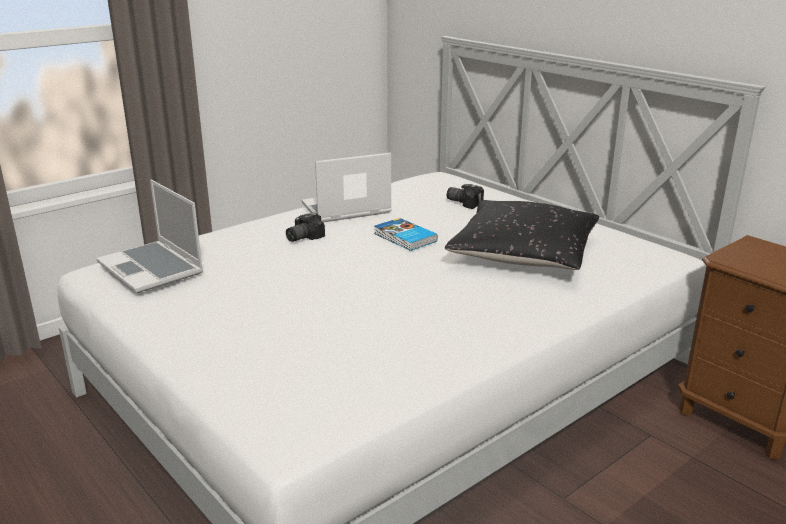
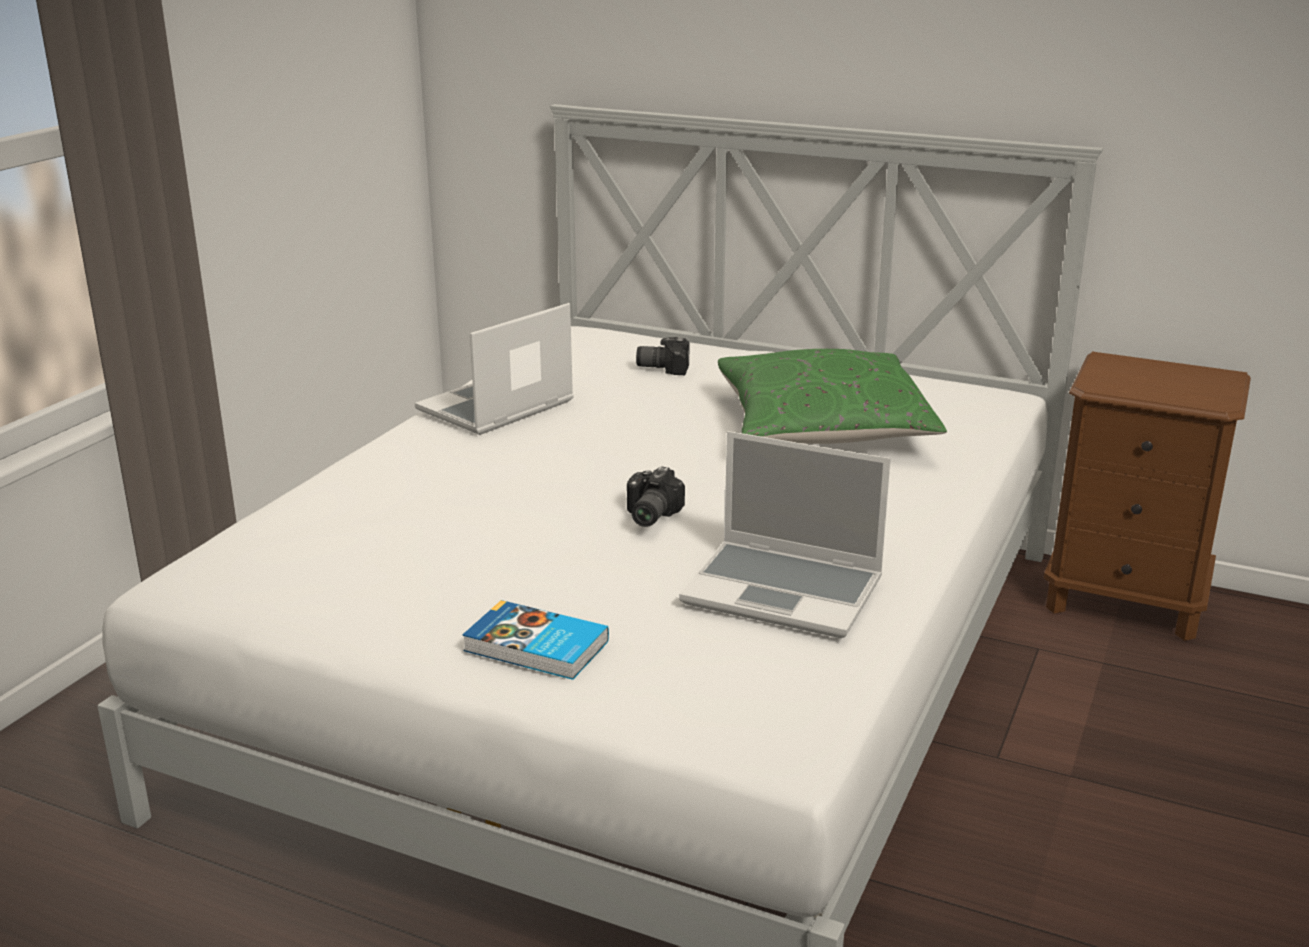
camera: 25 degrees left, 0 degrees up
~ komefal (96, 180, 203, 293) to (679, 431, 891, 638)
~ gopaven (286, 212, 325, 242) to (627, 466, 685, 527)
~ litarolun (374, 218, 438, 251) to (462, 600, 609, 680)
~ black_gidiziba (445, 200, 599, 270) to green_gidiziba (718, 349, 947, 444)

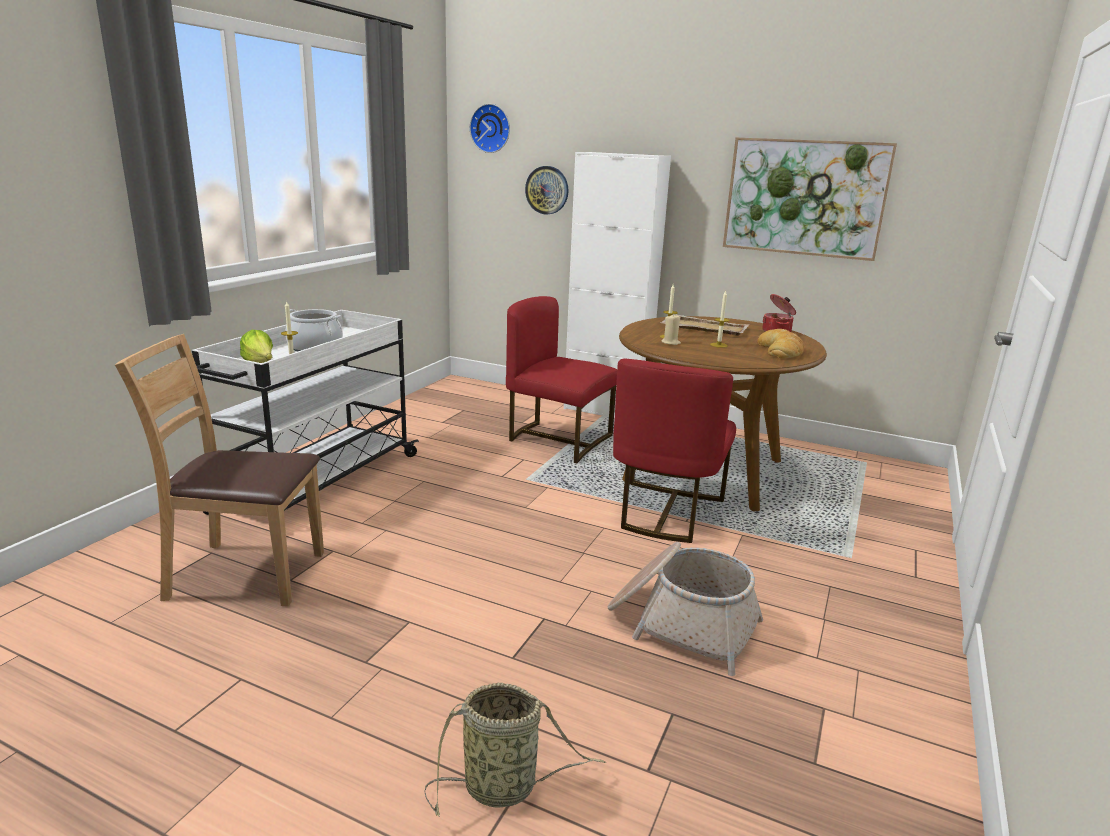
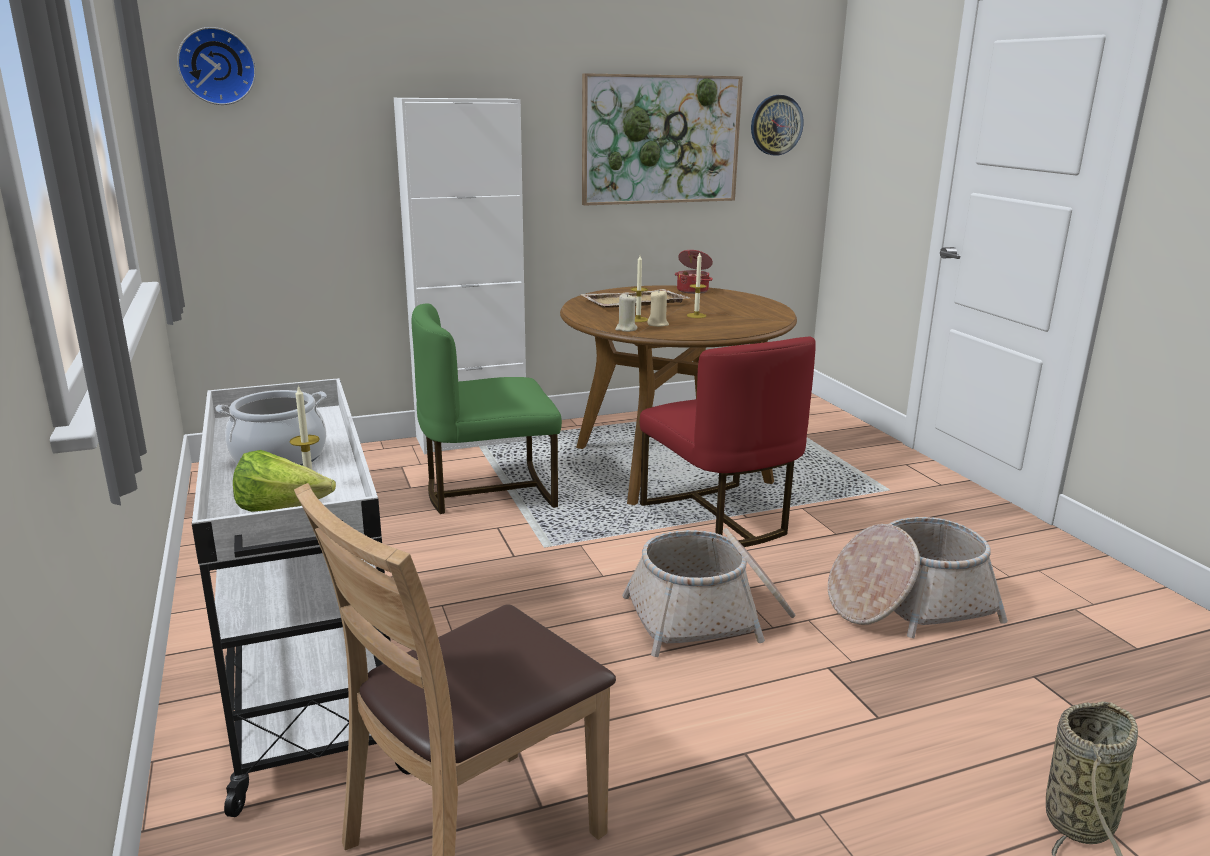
camera: 45 degrees left, 0 degrees up
~ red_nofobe (506, 296, 617, 463) to green_nofobe (412, 303, 562, 514)
~ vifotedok (525, 166, 568, 215) to (751, 95, 803, 155)
- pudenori (757, 329, 804, 359)
+ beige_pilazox (615, 293, 638, 332)
+ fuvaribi (622, 528, 795, 657)

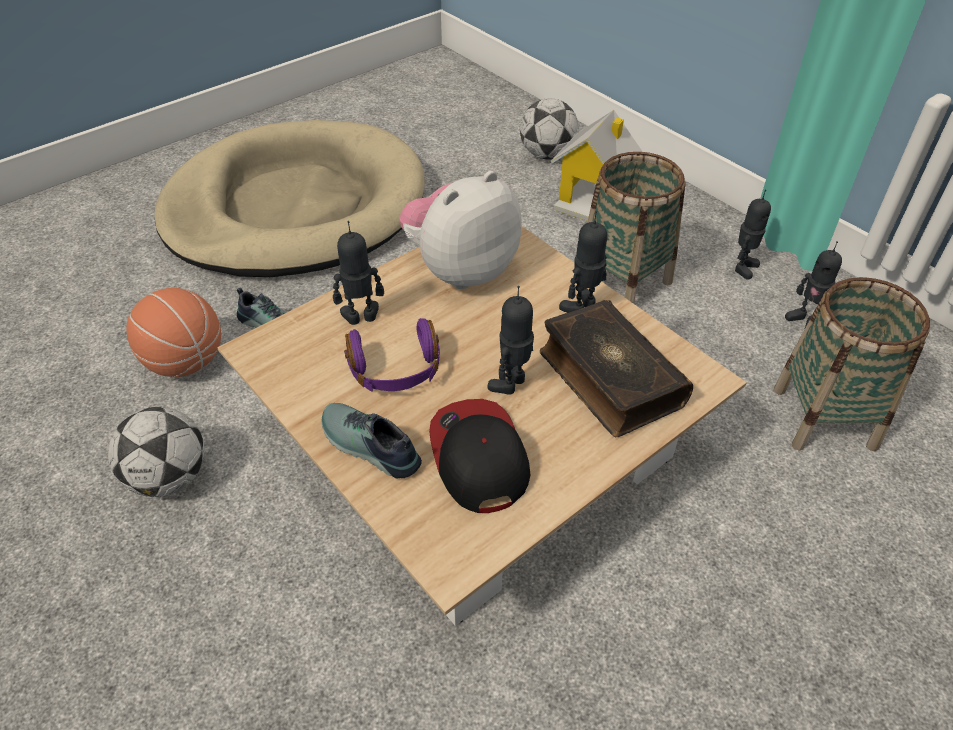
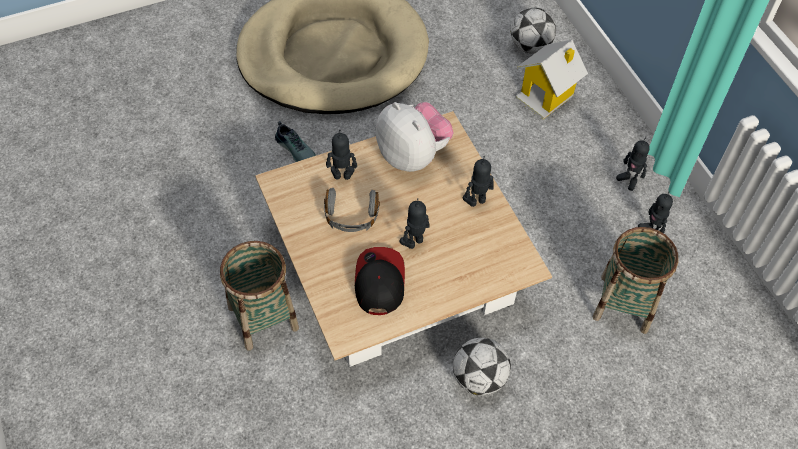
camera: 15 degrees right, 10 degrees up
~ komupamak (108, 407, 205, 497) to (453, 338, 511, 396)
- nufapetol (127, 288, 221, 377)
- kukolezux (322, 403, 422, 479)
~ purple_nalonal (344, 318, 440, 392) to grey_nalonal (324, 188, 380, 232)
~ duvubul (399, 171, 522, 289) = (376, 102, 454, 172) 75 degrees clockwise
- litarolun (540, 300, 693, 437)
~ fuvaribi (587, 152, 686, 304) to (220, 241, 299, 350)
~ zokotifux (735, 189, 771, 280) = (616, 138, 650, 191) 90 degrees clockwise

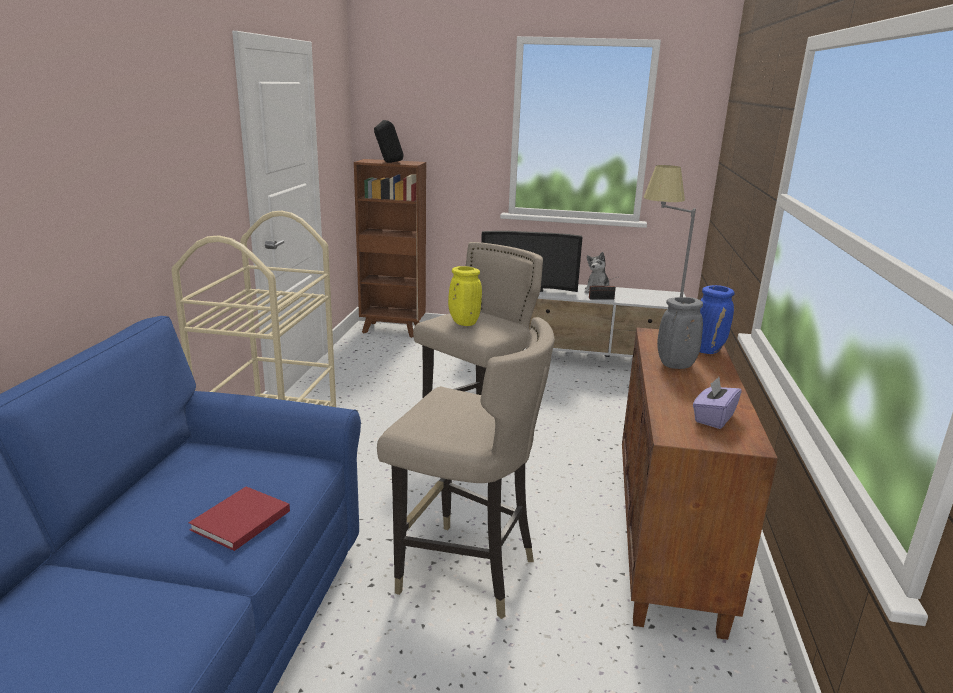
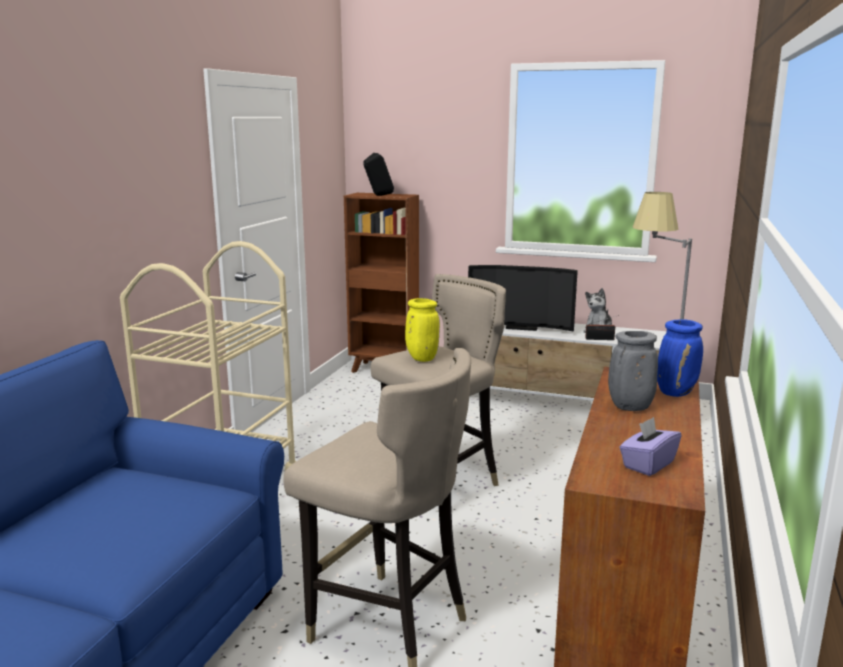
camera: 10 degrees right, 5 degrees down
- red_litarolun (188, 486, 290, 551)

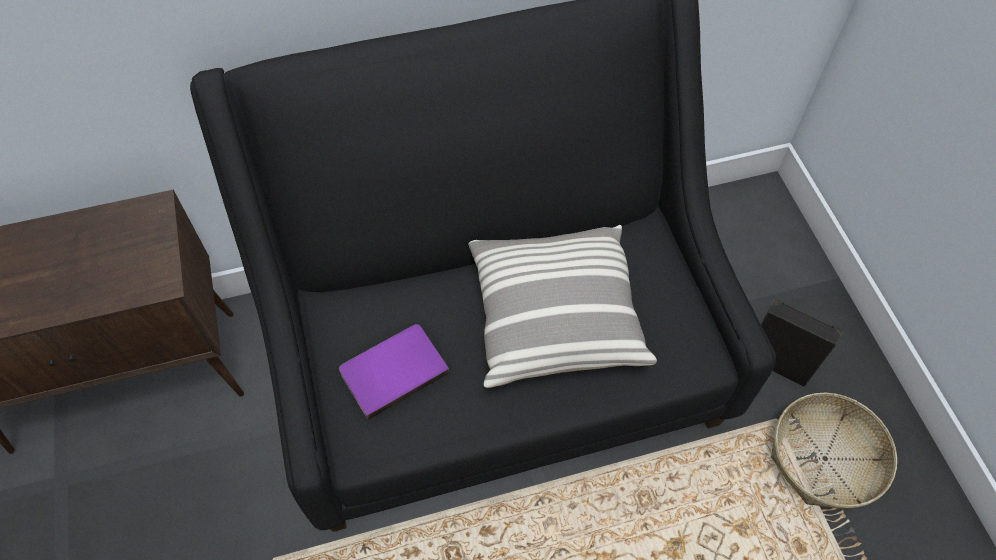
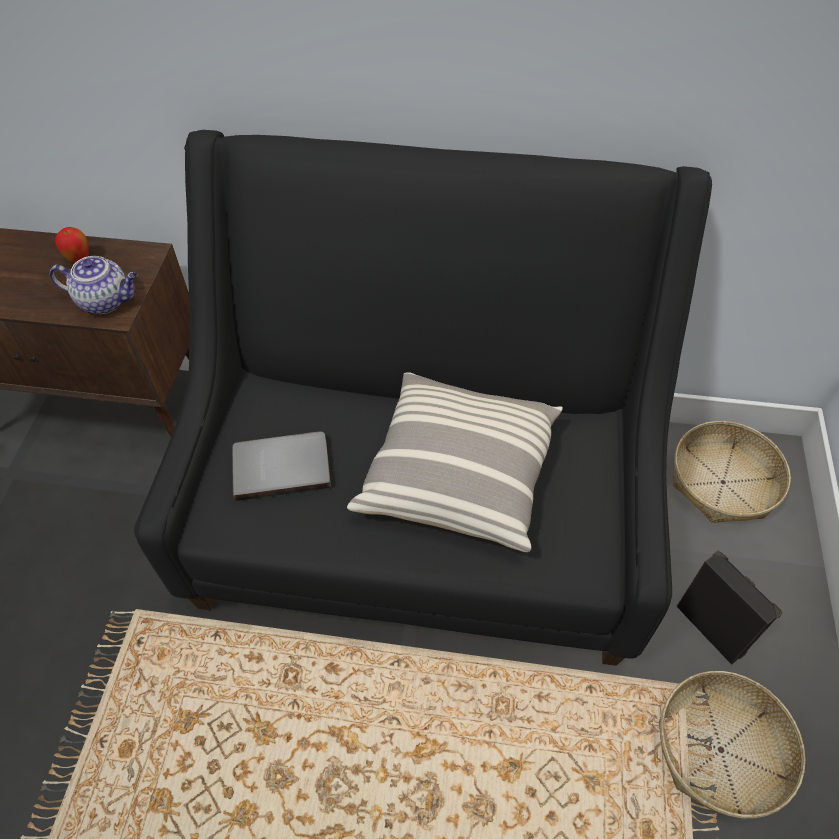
camera: 25 degrees right, 5 degrees down
~ purple_litarolun (339, 324, 450, 420) to grey_litarolun (232, 432, 331, 501)
+ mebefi (49, 256, 137, 314)
+ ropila (55, 227, 89, 263)
+ fuvaribi (673, 421, 791, 523)

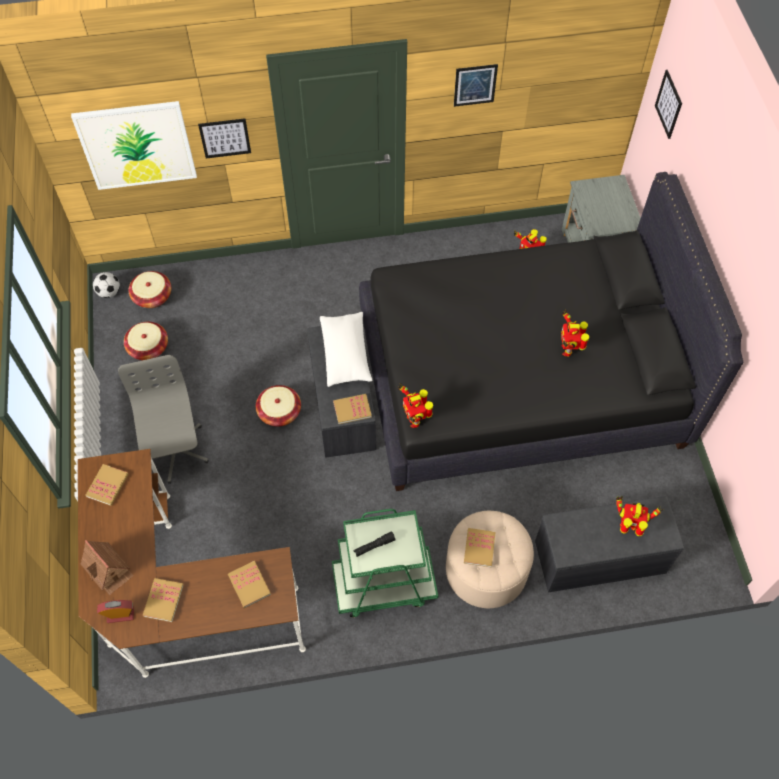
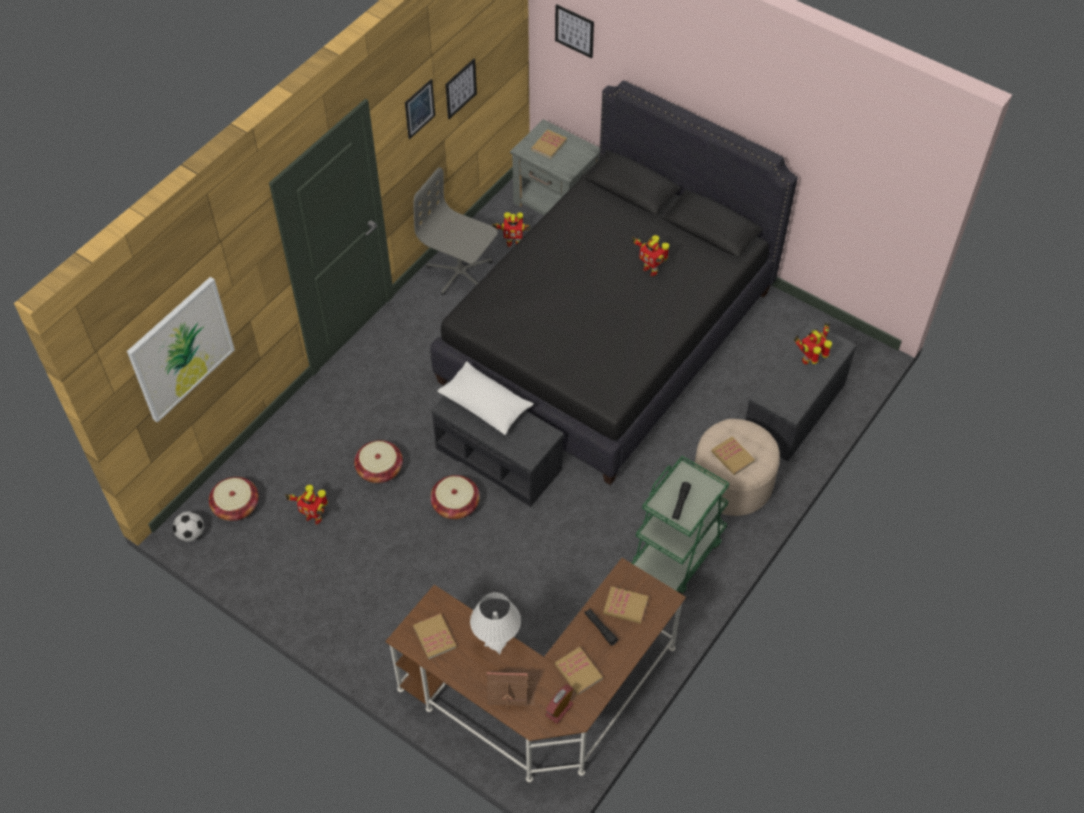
camera: 45 degrees left, 5 degrees down
~ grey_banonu (118, 354, 209, 484) to (413, 167, 498, 296)
~ fuvaribi (124, 322, 168, 360) to (354, 440, 403, 483)
~ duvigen (198, 118, 251, 159) to (445, 59, 477, 119)
~ litarolun (333, 394, 372, 424) to (531, 130, 567, 159)
~ zokotifux (398, 383, 433, 428) to (285, 485, 328, 525)
+ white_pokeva (470, 592, 521, 654)
+ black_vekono (584, 608, 619, 646)

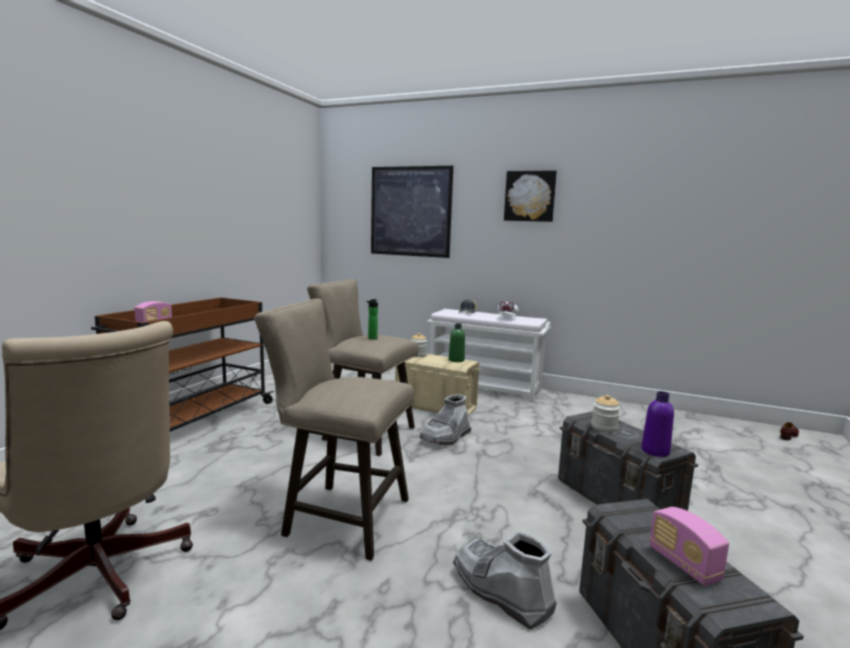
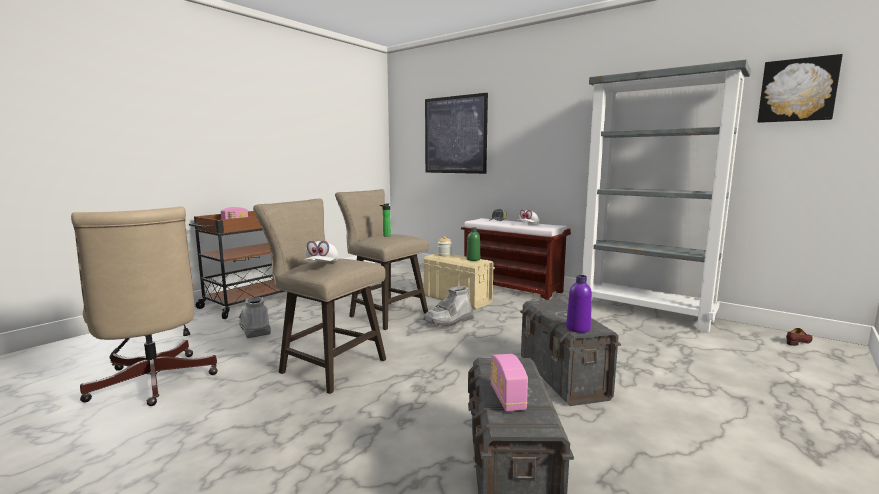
camera: 15 degrees right, 0 degrees up
~ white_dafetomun (427, 309, 551, 403) to brown_dafetomun (461, 218, 571, 300)
~ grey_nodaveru (453, 531, 557, 630) to (239, 297, 271, 338)
~ duvigen (504, 170, 557, 222) to (758, 54, 843, 123)
- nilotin (591, 395, 620, 432)
+ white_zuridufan (304, 241, 338, 262)
+ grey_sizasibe (582, 59, 751, 333)

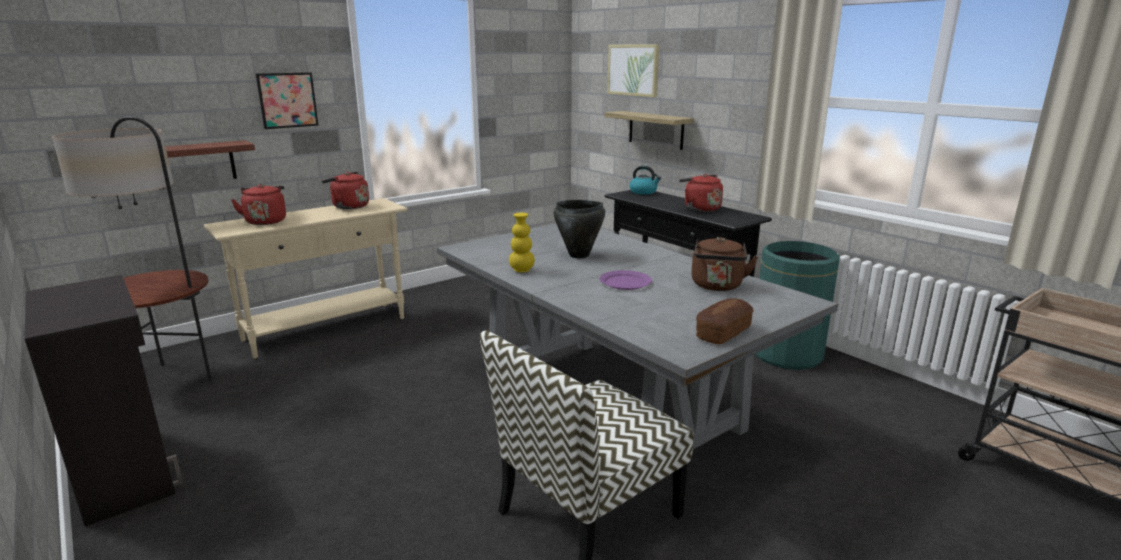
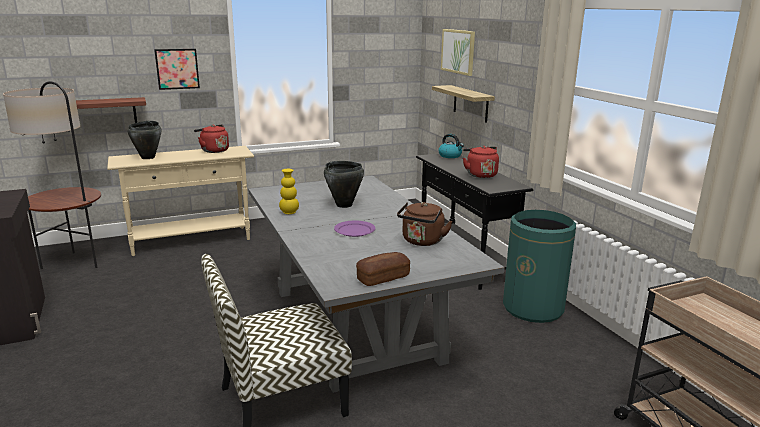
camera: 15 degrees right, 0 degrees up
~ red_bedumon (231, 184, 286, 225) to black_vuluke (128, 121, 161, 159)

